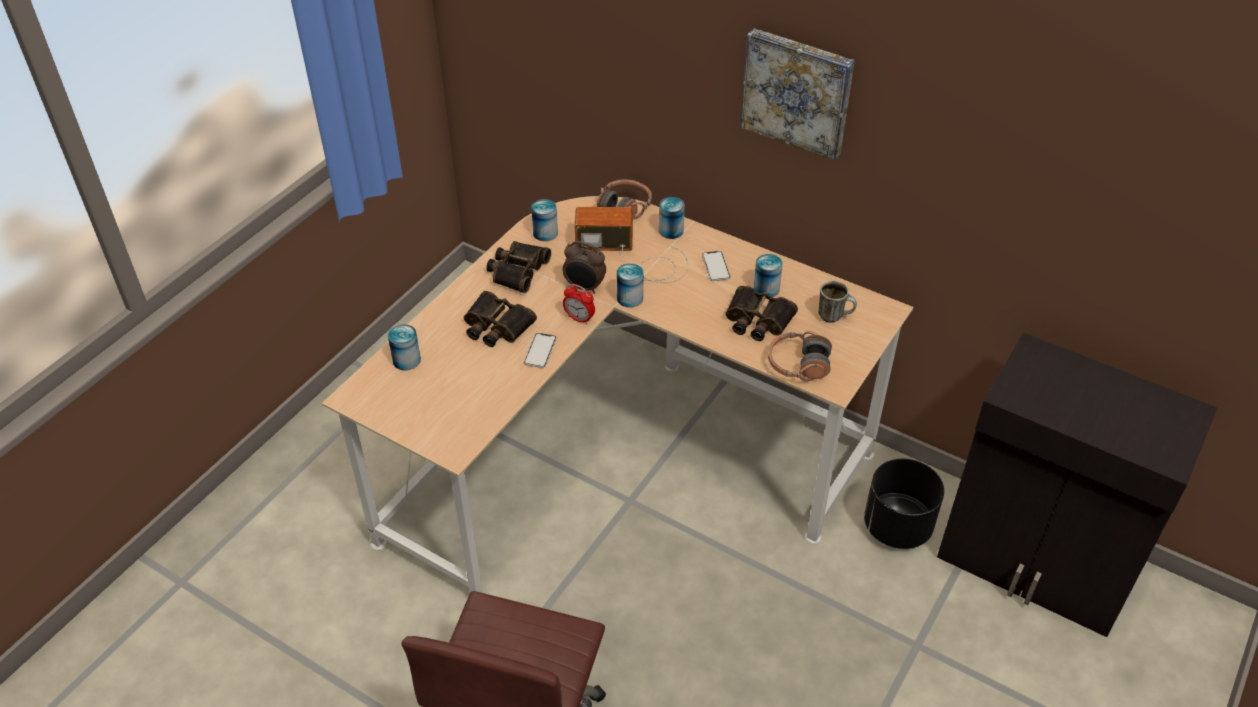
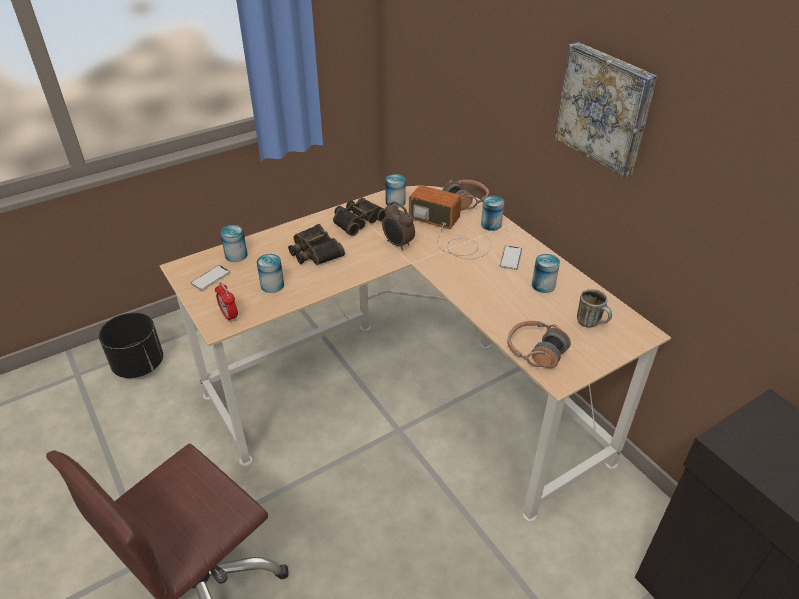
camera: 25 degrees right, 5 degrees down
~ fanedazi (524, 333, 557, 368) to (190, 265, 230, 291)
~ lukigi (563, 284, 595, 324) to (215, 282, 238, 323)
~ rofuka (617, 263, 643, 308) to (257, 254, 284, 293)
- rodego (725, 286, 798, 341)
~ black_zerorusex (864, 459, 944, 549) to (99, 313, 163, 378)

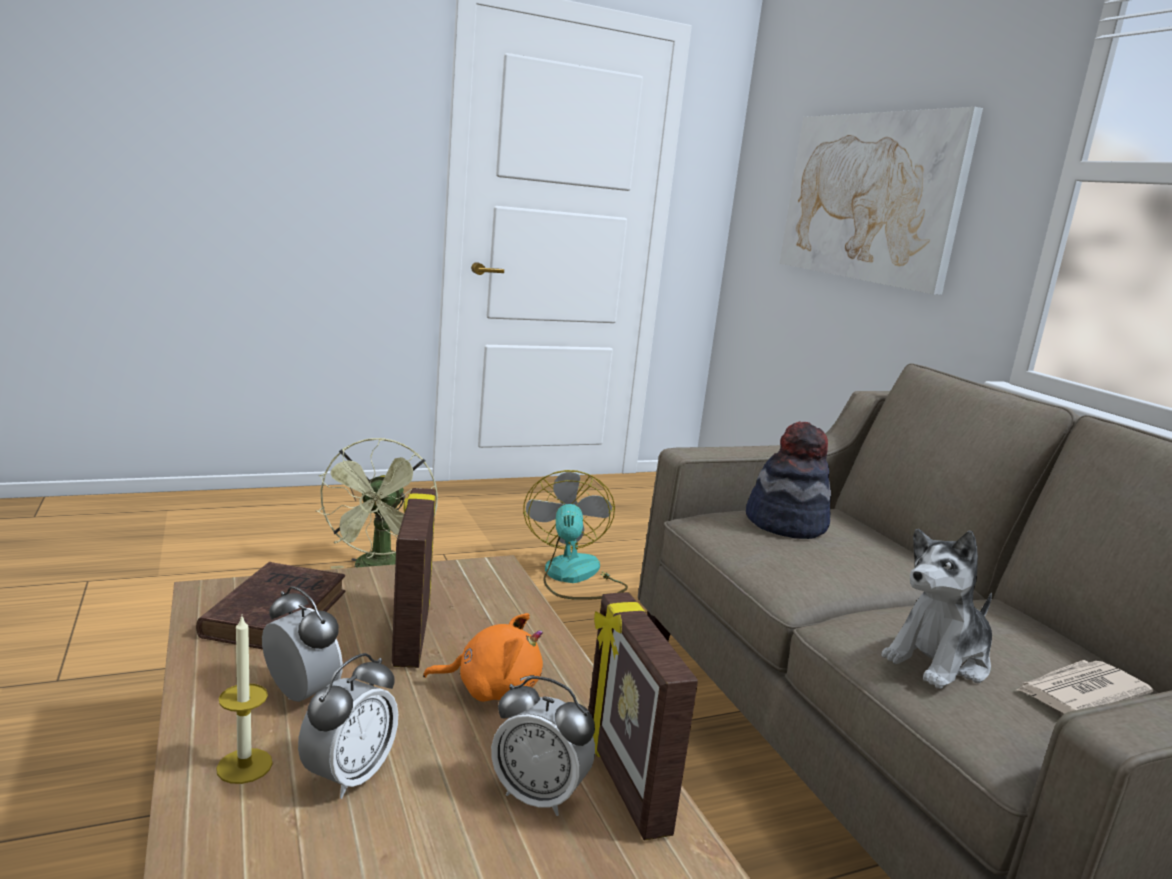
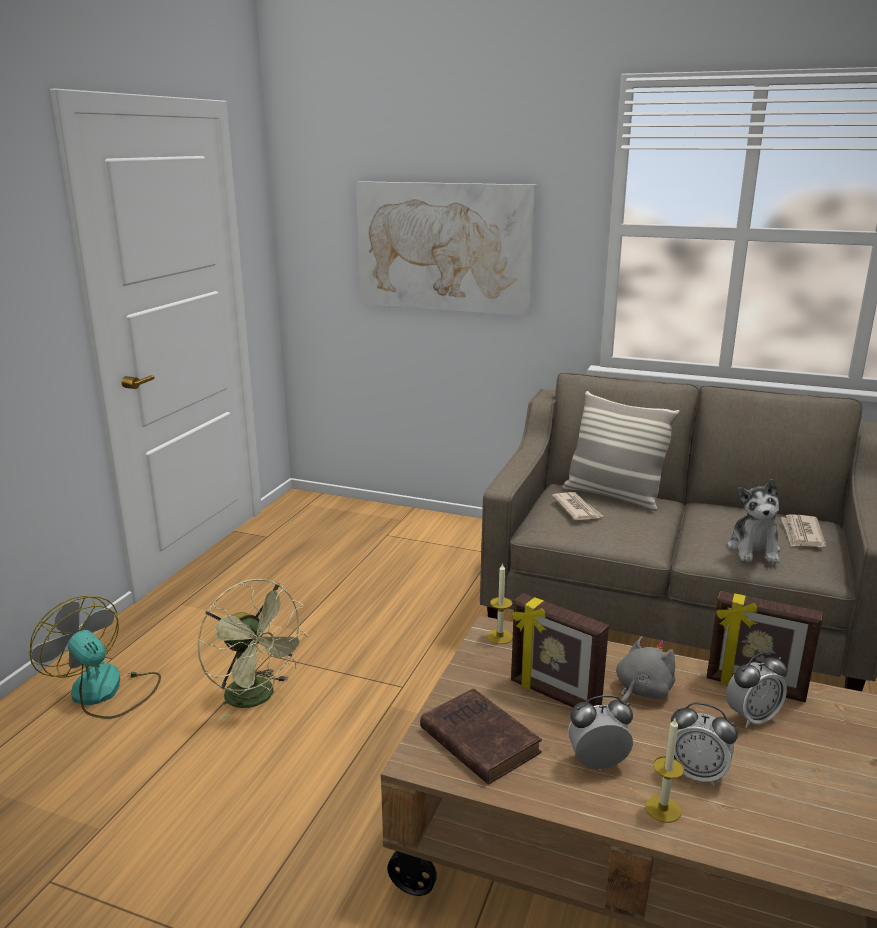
camera: 45 degrees left, 5 degrees up
~ lukigi (298, 653, 398, 799) = (671, 702, 738, 786) 135 degrees clockwise
~ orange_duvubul (423, 613, 543, 702) to grey_duvubul (616, 636, 675, 702)
~ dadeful (523, 470, 628, 600) to (29, 596, 161, 719)
~ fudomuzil (746, 421, 831, 539) to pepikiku (552, 492, 603, 520)
+ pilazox (487, 562, 513, 644)
+ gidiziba (563, 391, 679, 511)

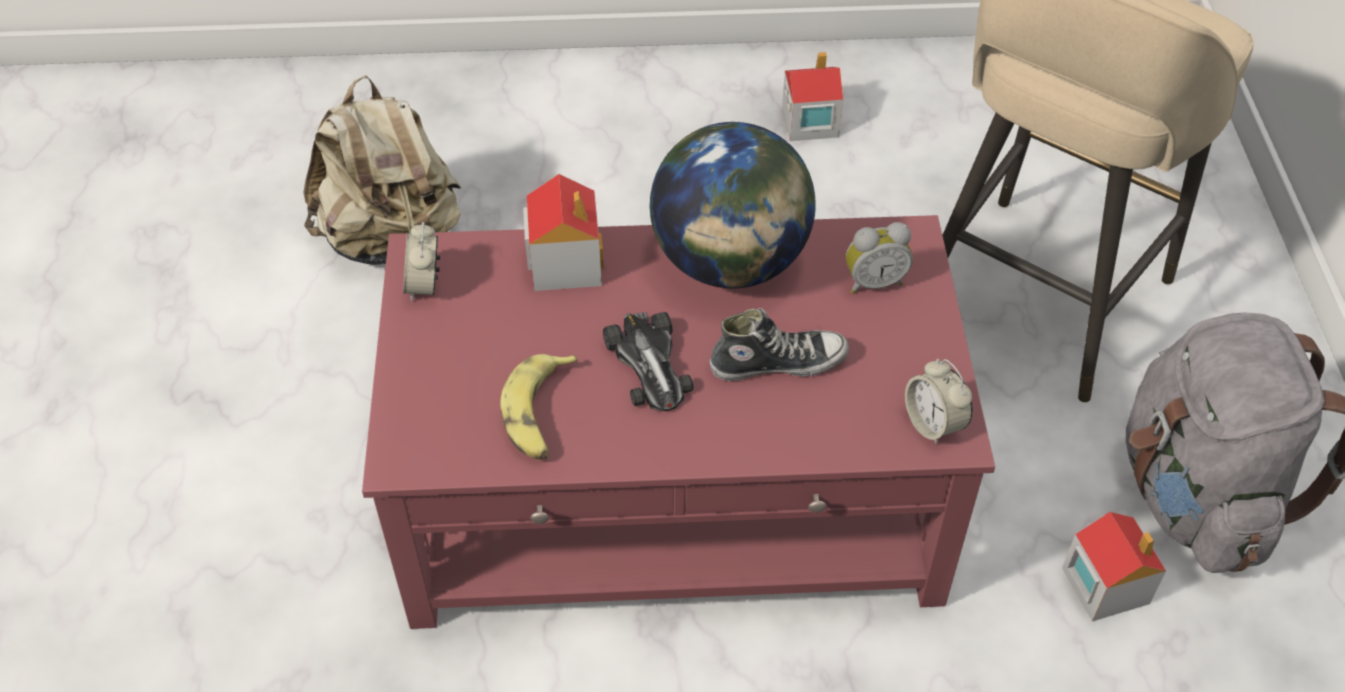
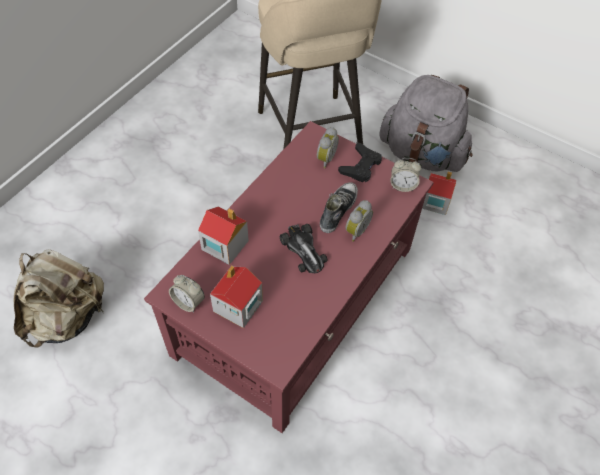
camera: 55 degrees left, 5 degrees up
- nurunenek (500, 354, 578, 460)
~ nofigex (603, 312, 694, 411) = (280, 224, 328, 273) 45 degrees clockwise
- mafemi (650, 122, 816, 288)
~ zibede (782, 52, 843, 141) to (210, 266, 263, 328)
+ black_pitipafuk (338, 142, 382, 182)
+ lukigi (346, 200, 373, 242)

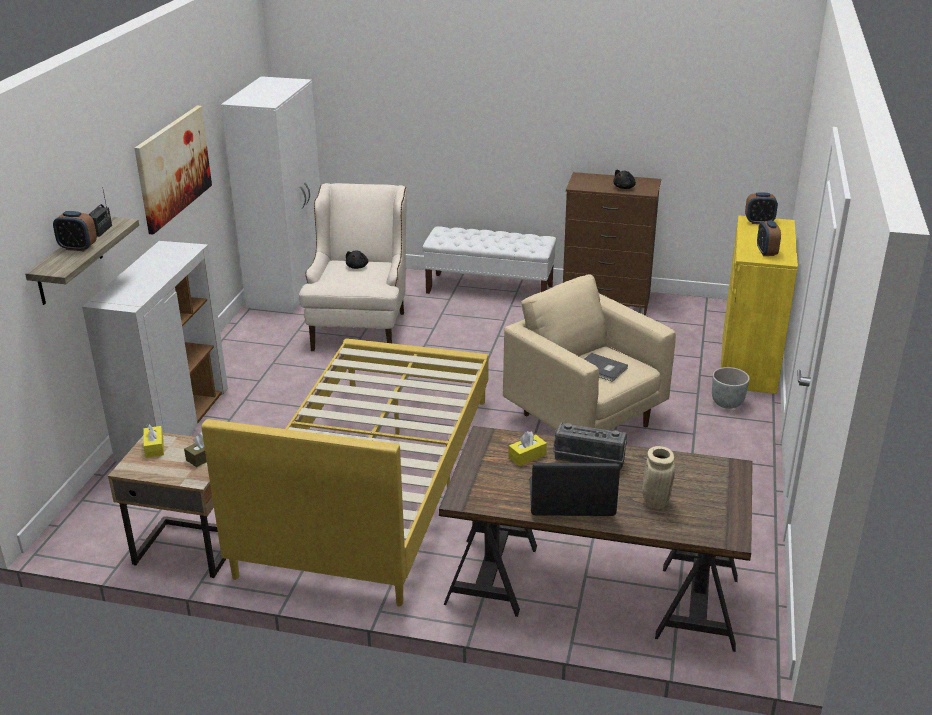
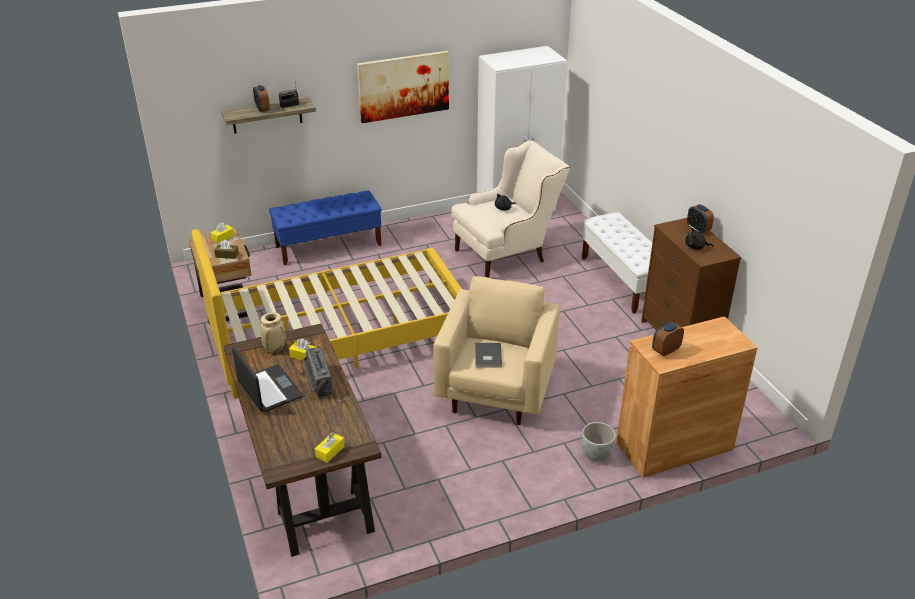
camera: 55 degrees right, 5 degrees up
~ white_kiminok (82, 241, 228, 463) to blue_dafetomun (269, 190, 381, 265)
~ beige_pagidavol (642, 446, 675, 509) to (260, 312, 286, 353)
~ yellow_kiminok (721, 216, 798, 394) to brown_kiminok (616, 316, 758, 478)
~ lukigi (745, 192, 778, 224) to (687, 204, 714, 233)
+ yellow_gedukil (315, 432, 344, 463)

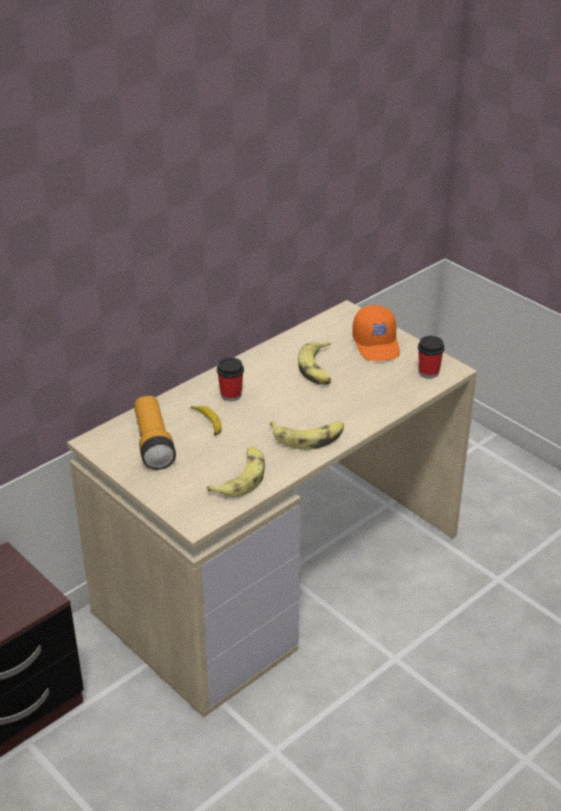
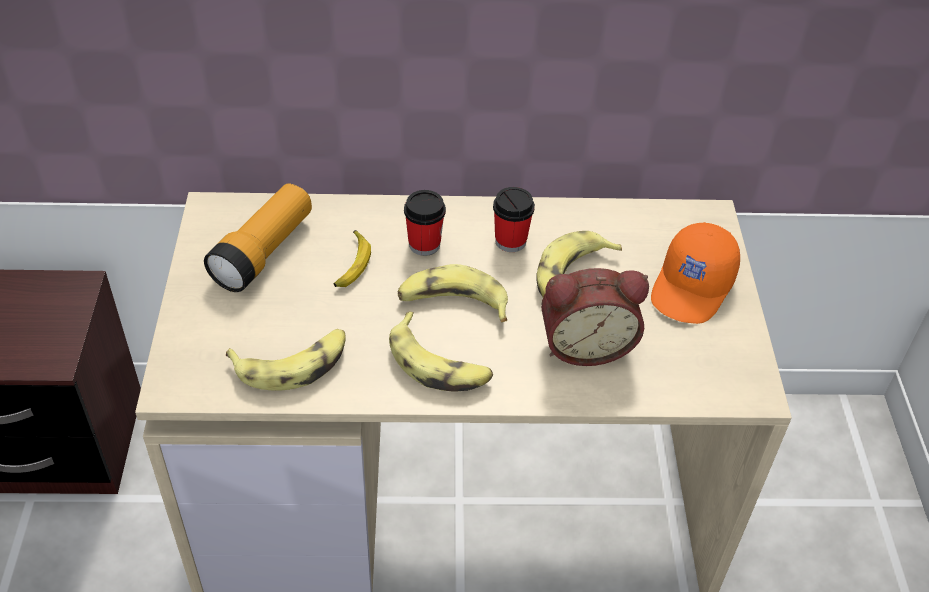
camera: 40 degrees right, 10 degrees up
~ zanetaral (418, 336, 445, 379) to (493, 187, 535, 252)
+ nurunenek (398, 264, 508, 322)
+ lukigi (541, 268, 649, 366)

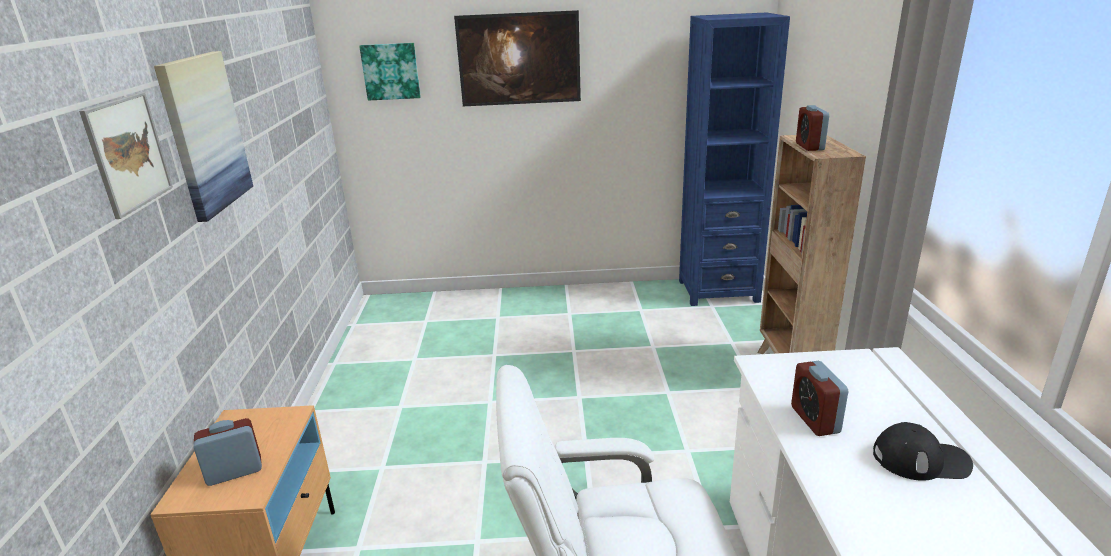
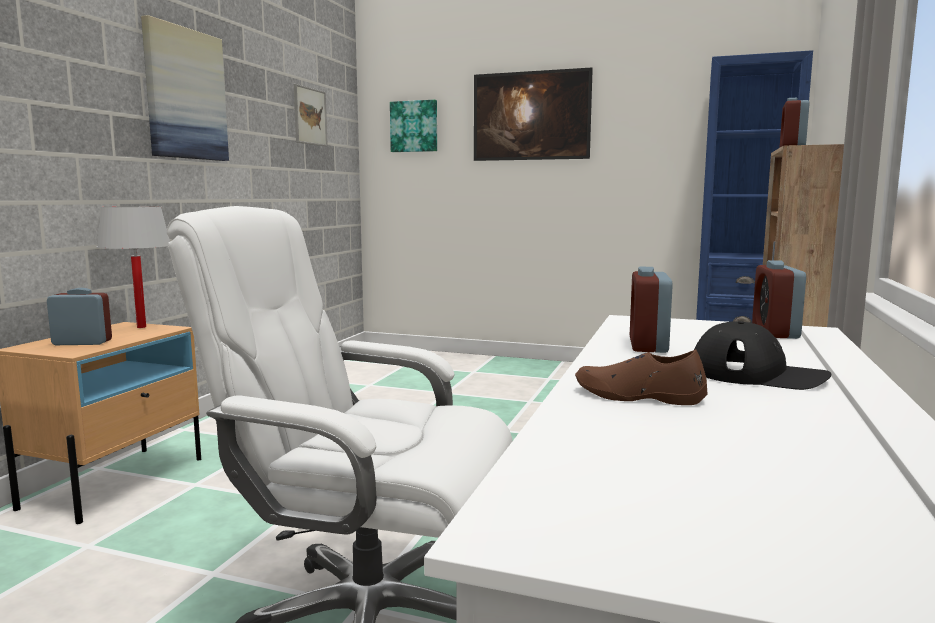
camera: 20 degrees right, 15 degrees down
~ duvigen (79, 92, 173, 219) to (294, 84, 328, 146)
+ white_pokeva (97, 206, 170, 328)
+ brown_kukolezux (575, 349, 708, 405)
+ lukigi (752, 260, 806, 339)

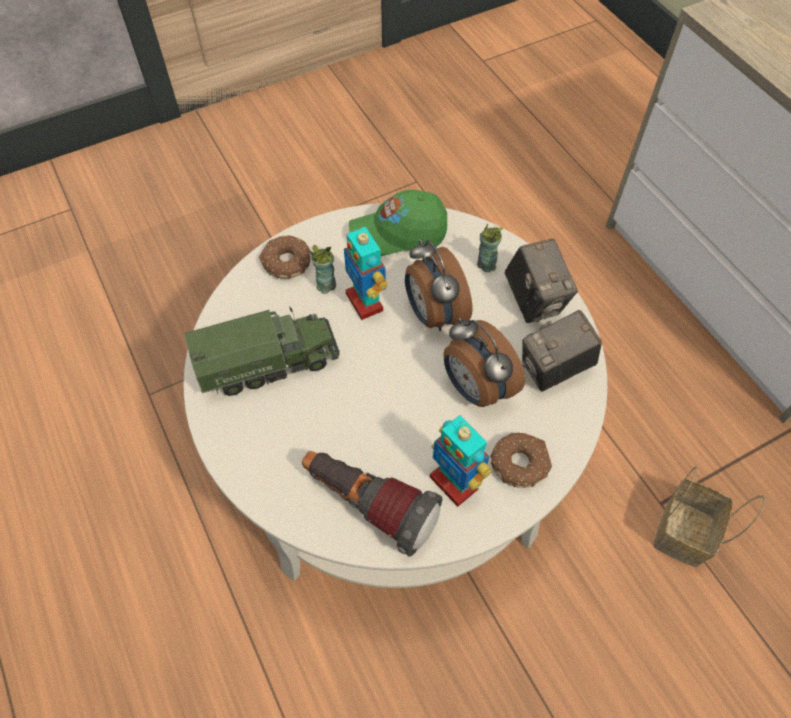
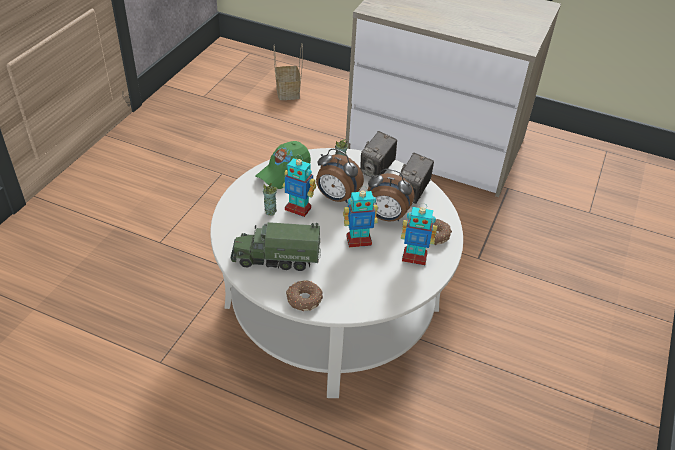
camera: 40 degrees left, 15 degrees down
~ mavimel (184, 306, 340, 396) = (231, 222, 321, 271) 120 degrees counterclockwise
~ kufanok (259, 235, 311, 279) to (286, 280, 323, 311)
- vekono (302, 451, 442, 557)
~ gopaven (504, 239, 578, 323) = (360, 131, 397, 178) 90 degrees clockwise
~ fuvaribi (653, 466, 766, 567) to (274, 44, 303, 100)
+ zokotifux (343, 186, 378, 247)

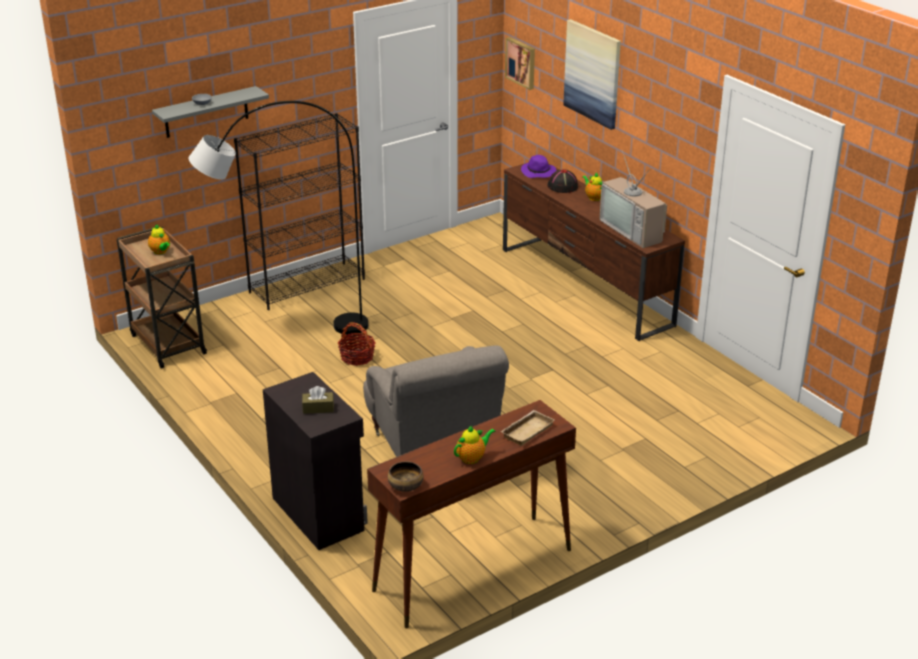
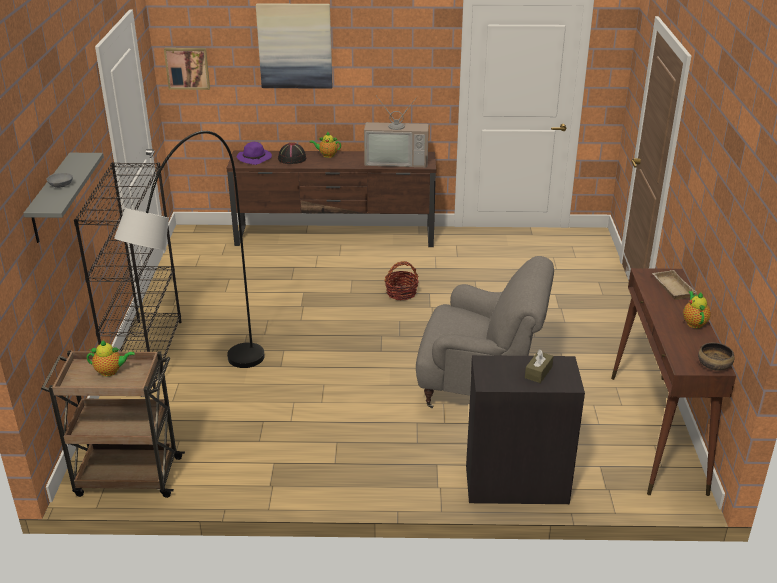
camera: 55 degrees left, 0 degrees up
~ fuvaribi (338, 322, 376, 366) to (384, 261, 418, 300)

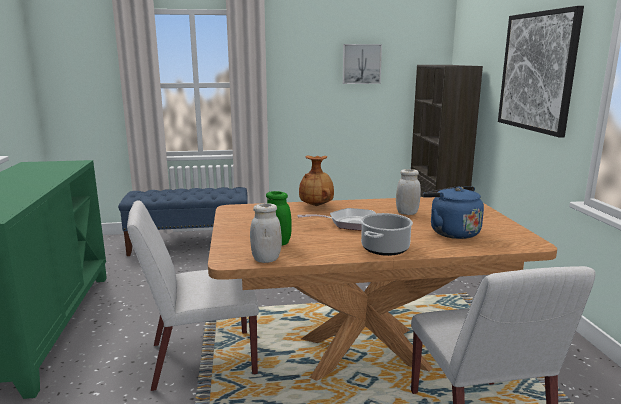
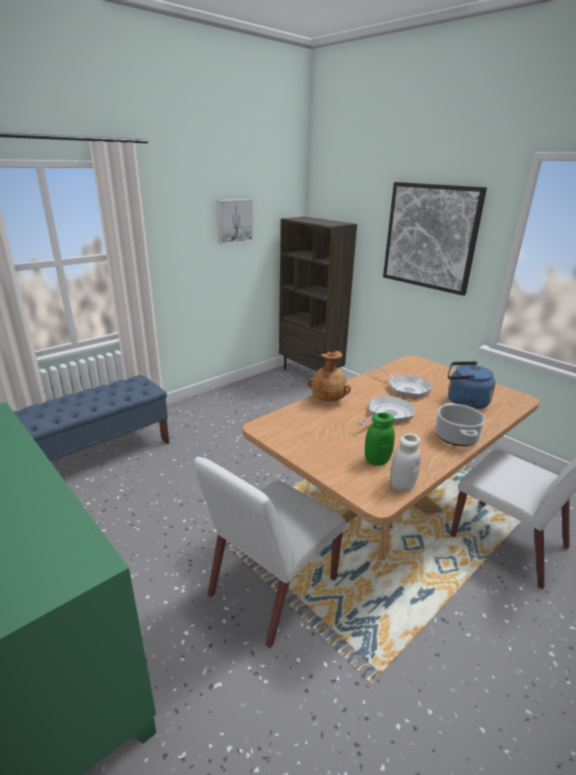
camera: 35 degrees left, 10 degrees up
~ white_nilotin (396, 169, 421, 215) to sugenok (372, 365, 433, 399)

